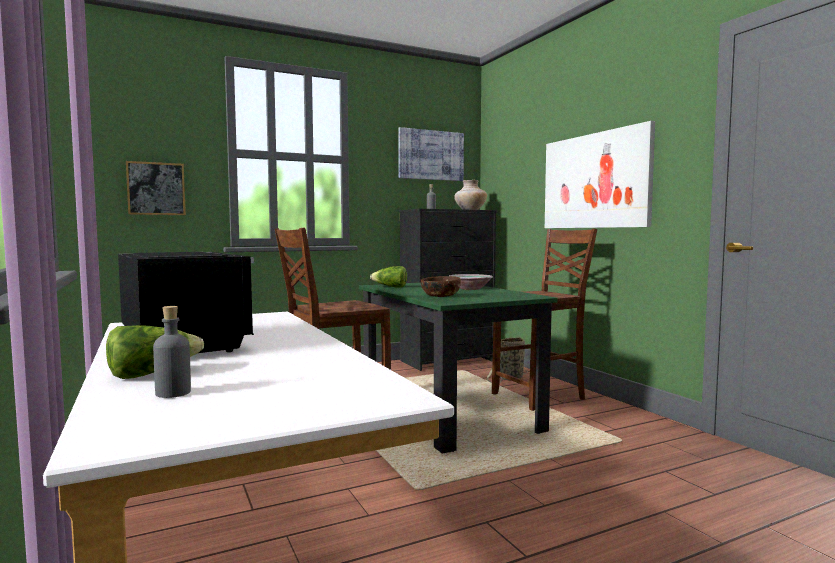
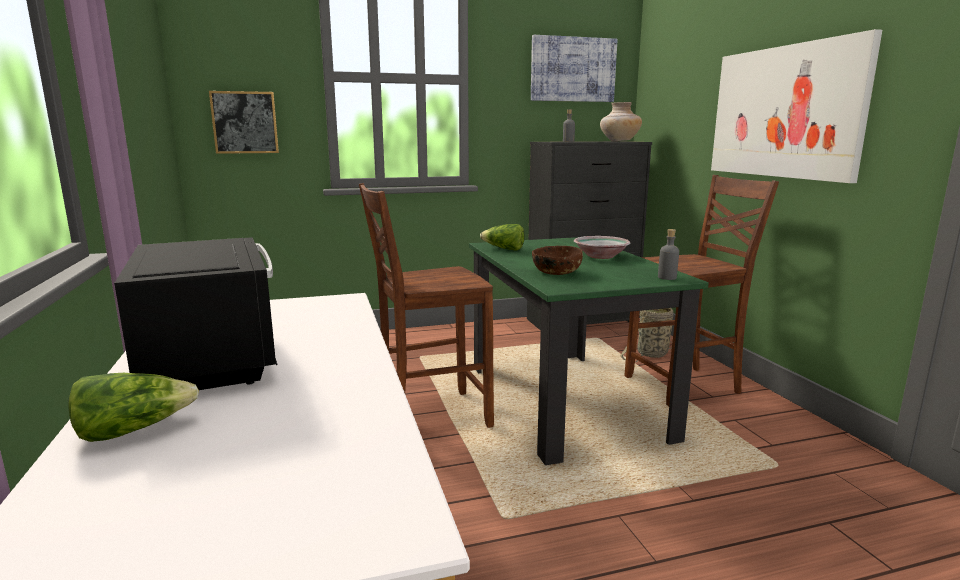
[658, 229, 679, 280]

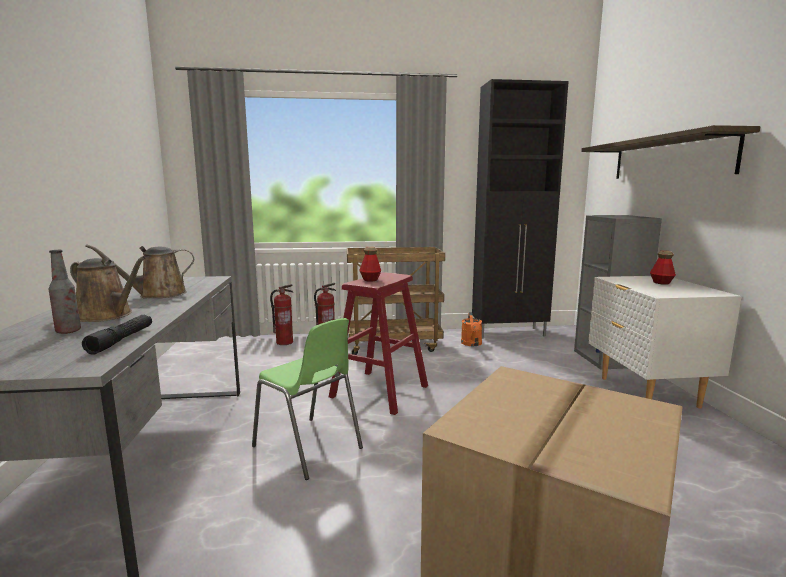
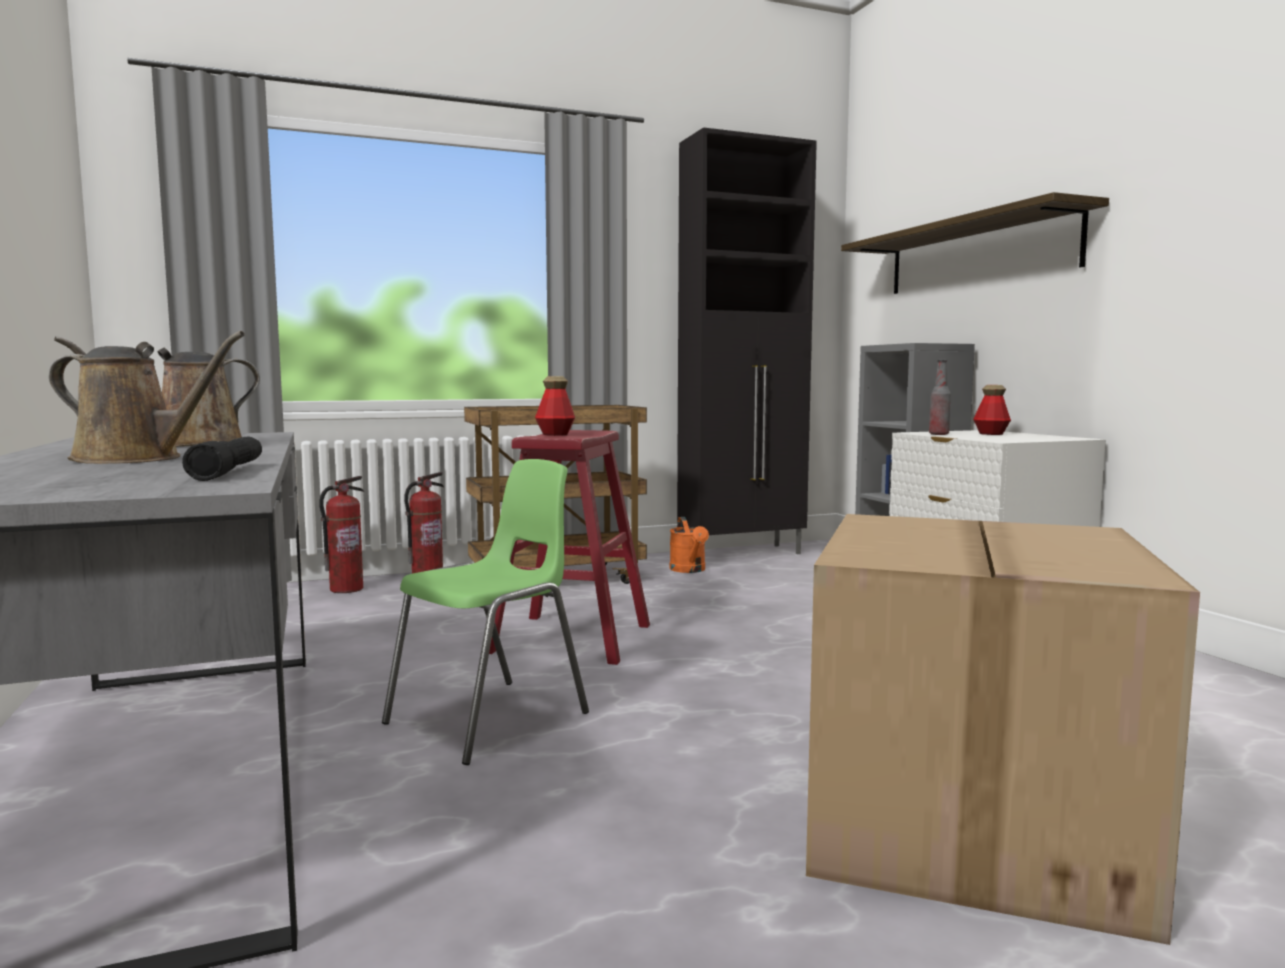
[929, 360, 951, 435]
[382, 459, 589, 765]

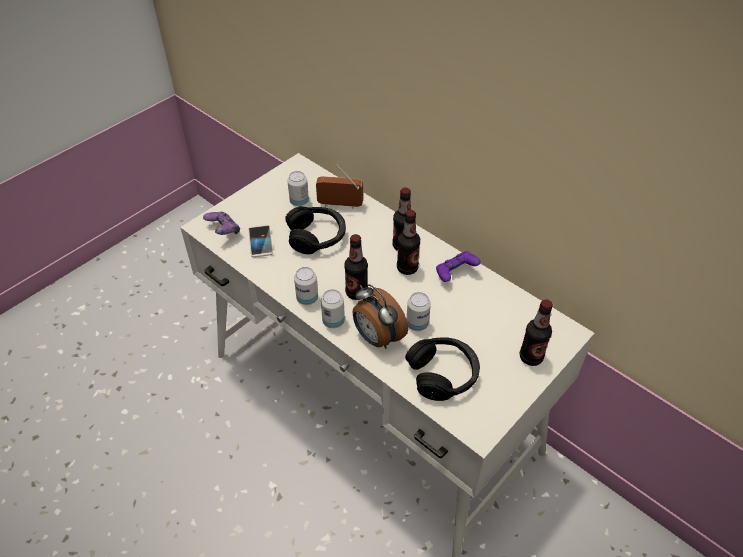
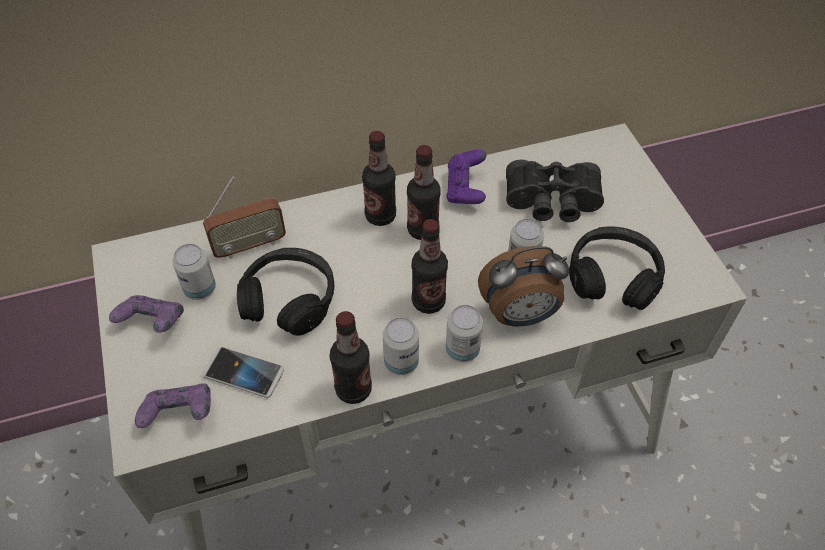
[203, 177, 286, 259]
[330, 311, 372, 404]
[109, 295, 184, 332]
[506, 160, 604, 222]

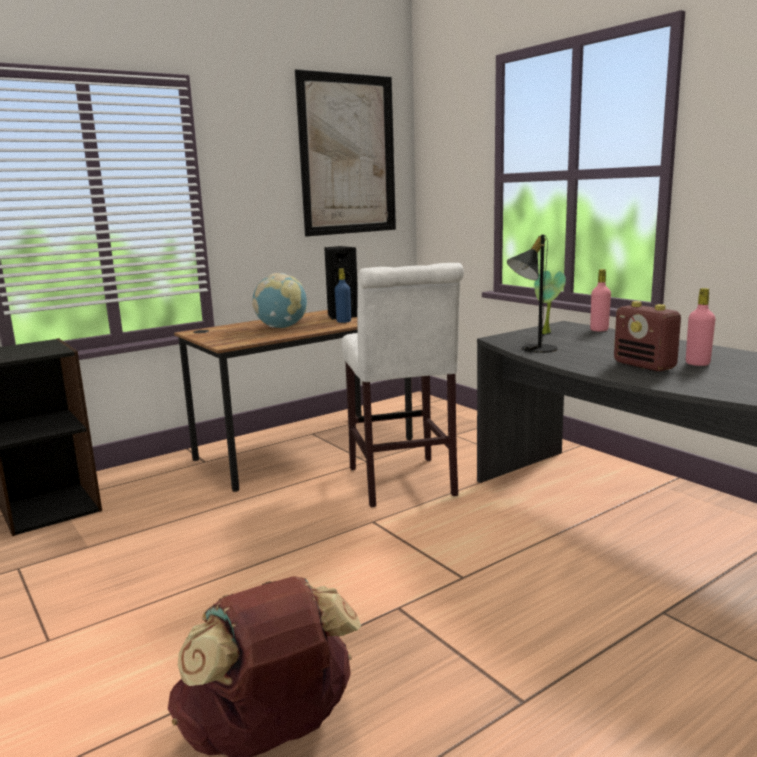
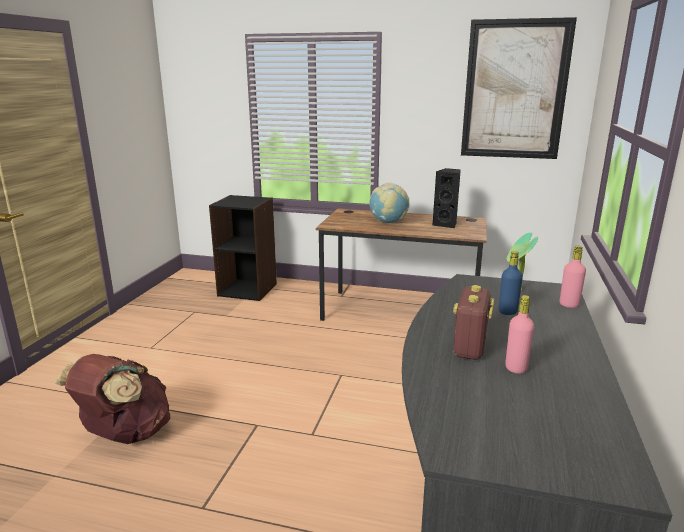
[499, 251, 523, 315]
[342, 263, 464, 507] (first image)
[507, 234, 558, 353] (first image)

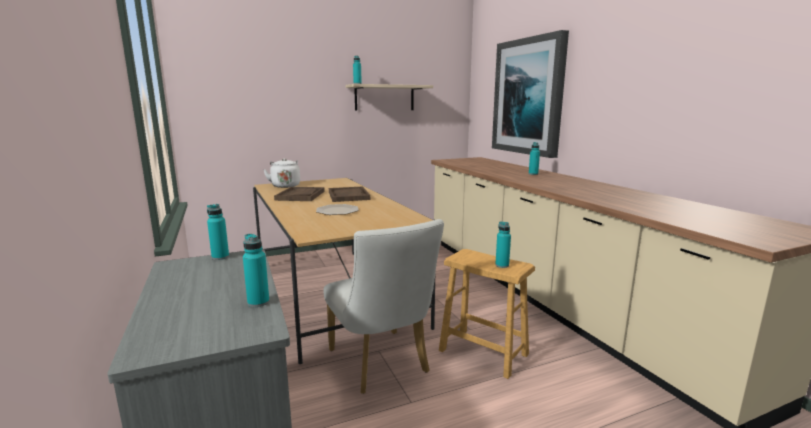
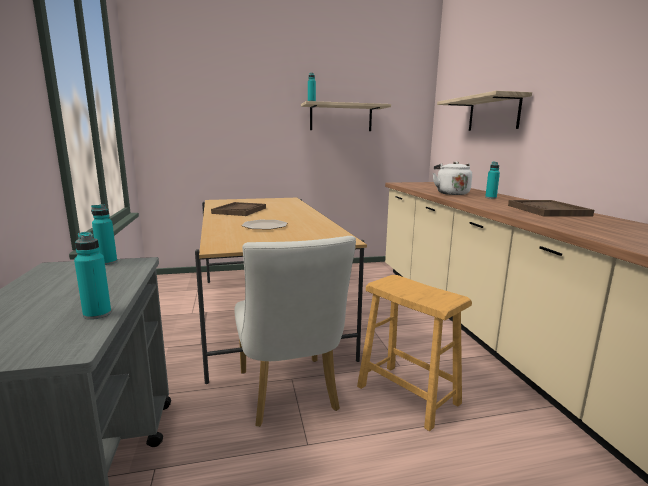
[432, 161, 472, 195]
[508, 200, 594, 217]
[437, 91, 532, 131]
[495, 222, 511, 268] (first image)

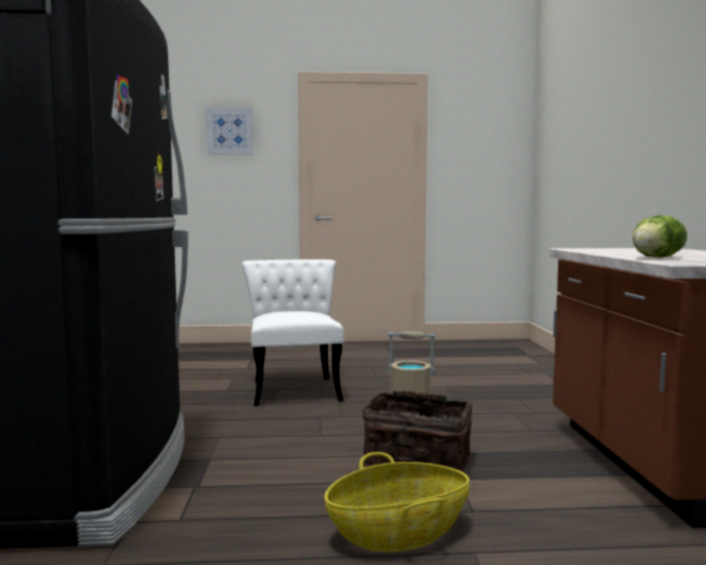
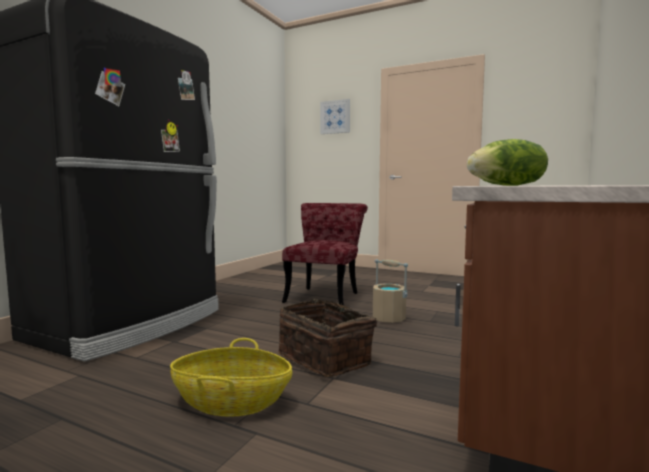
[282, 203, 368, 305]

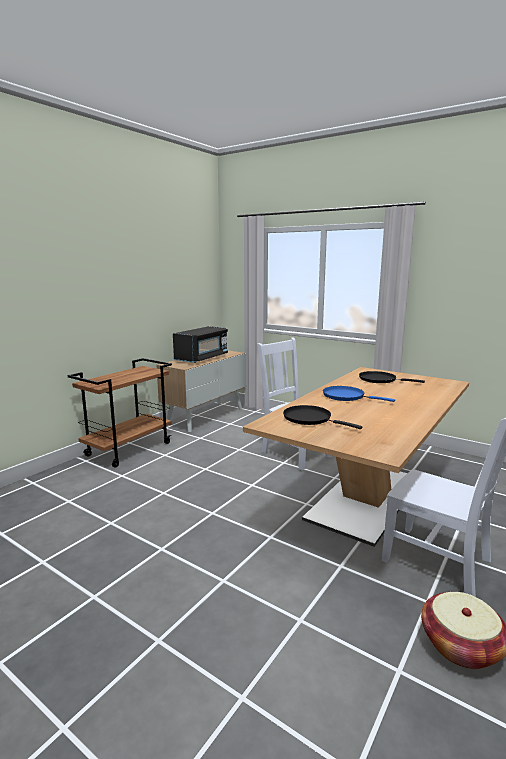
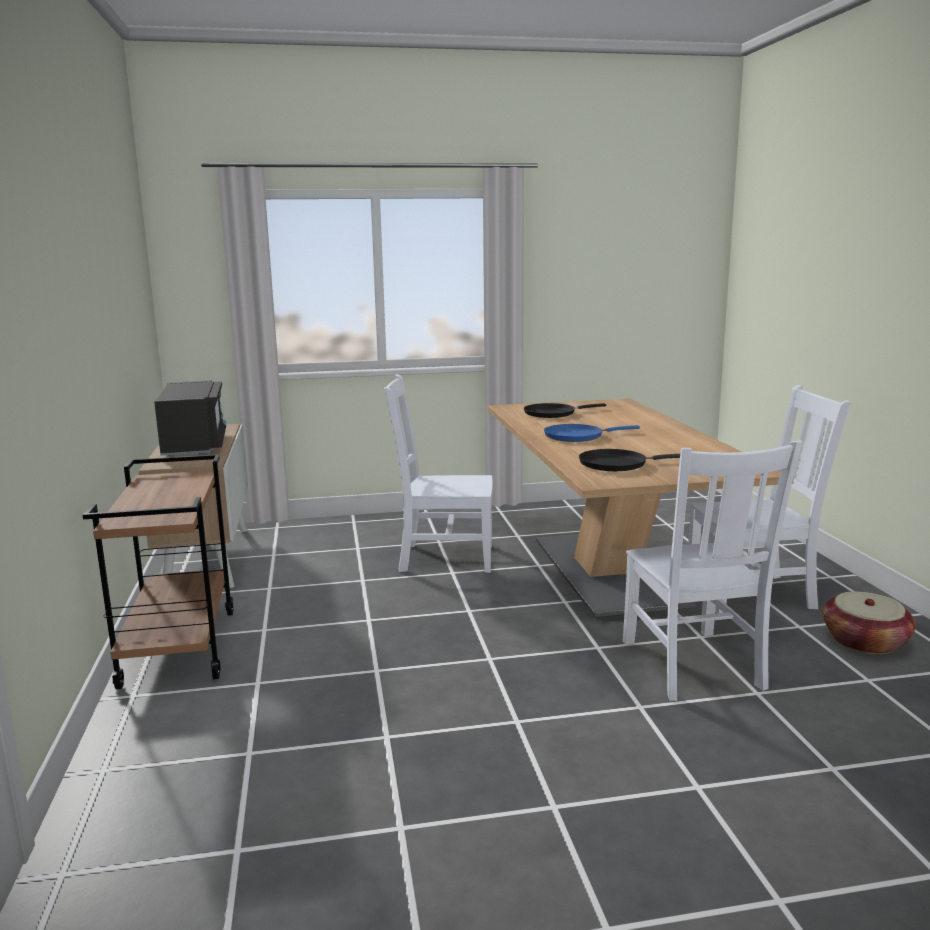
[623, 441, 802, 701]

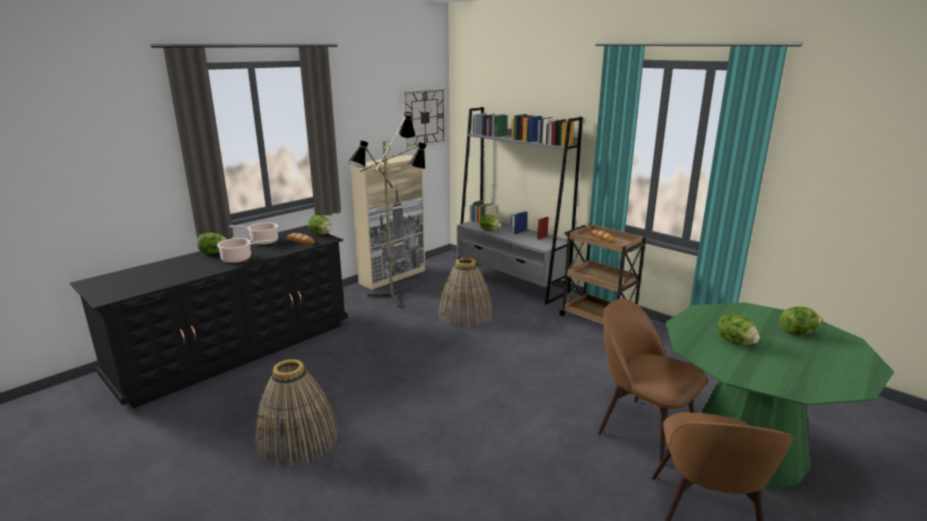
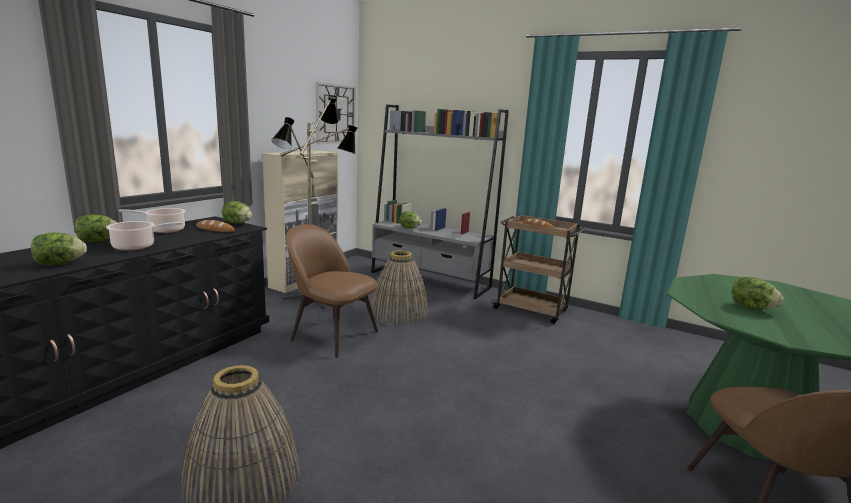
[286, 224, 378, 358]
[31, 232, 87, 265]

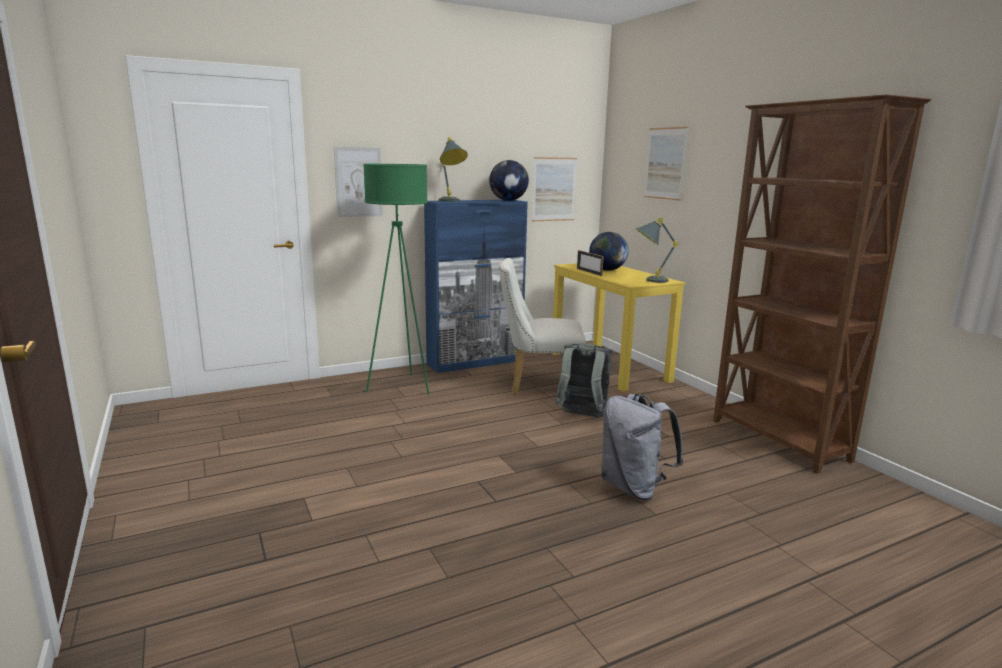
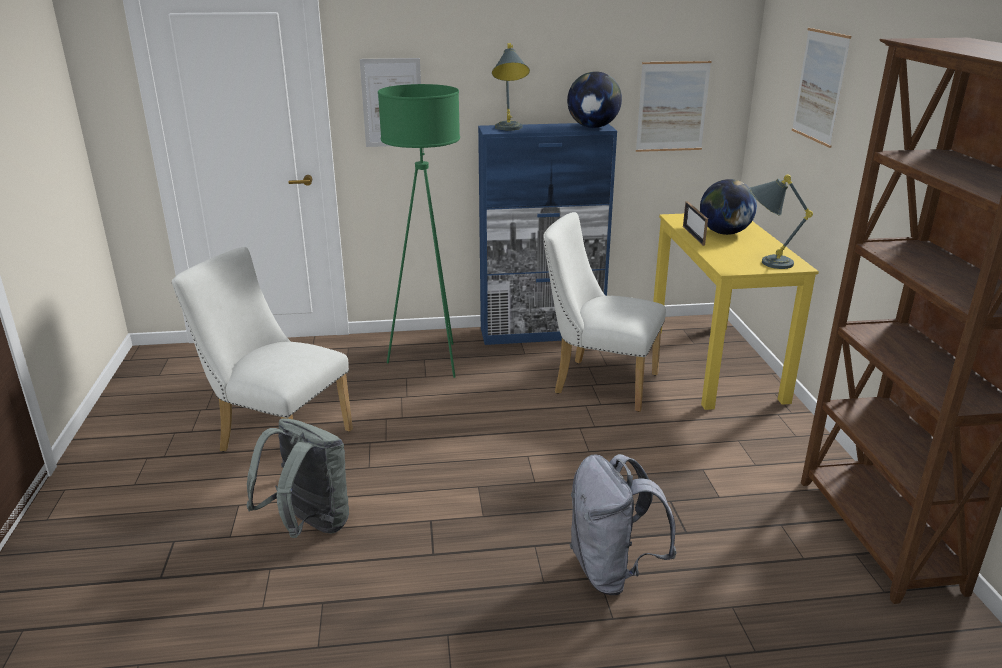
[246, 418, 349, 538]
[172, 247, 353, 452]

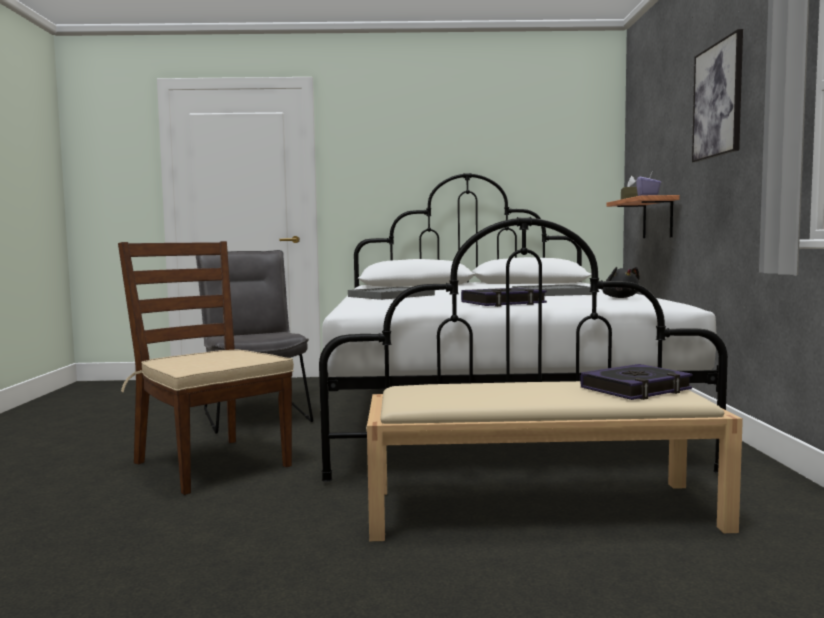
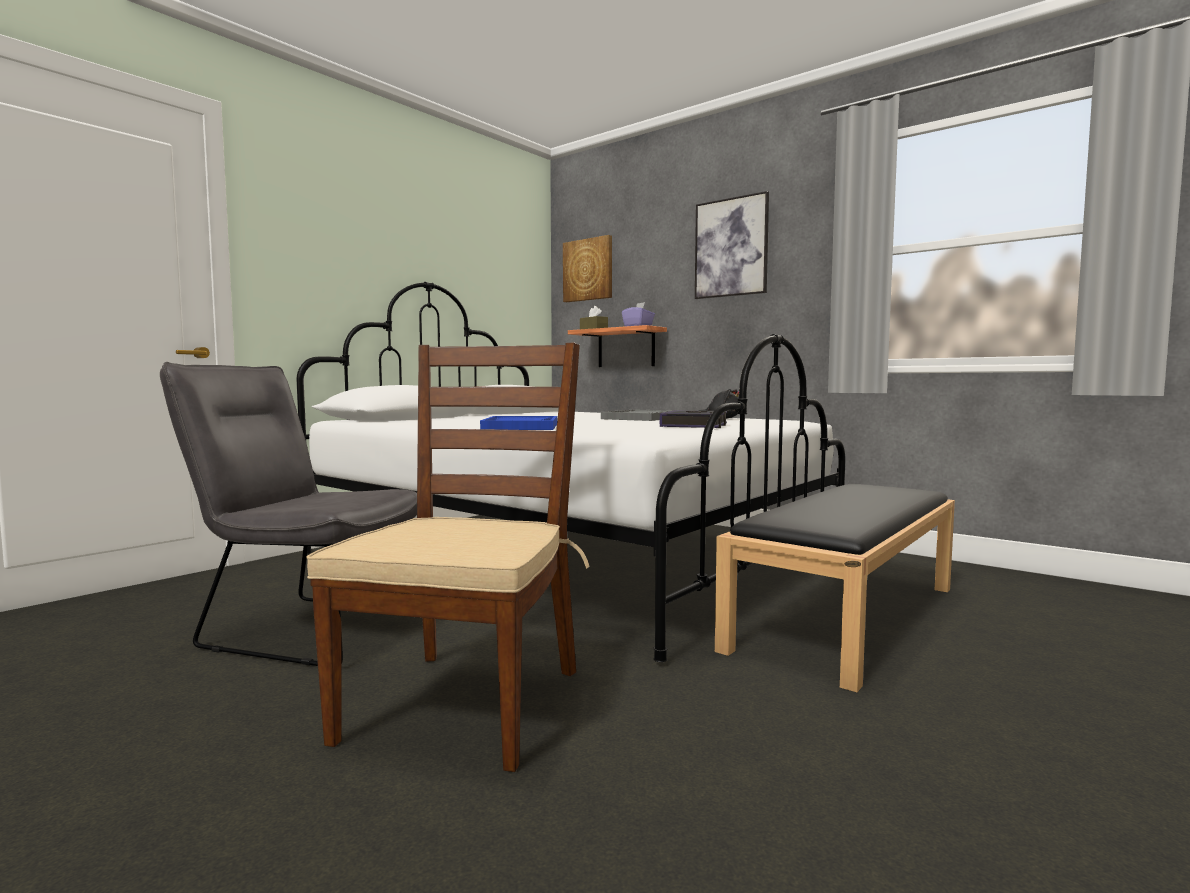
[306, 343, 589, 772]
[480, 416, 557, 430]
[715, 484, 955, 692]
[581, 364, 693, 400] (first image)
[563, 235, 612, 302]

